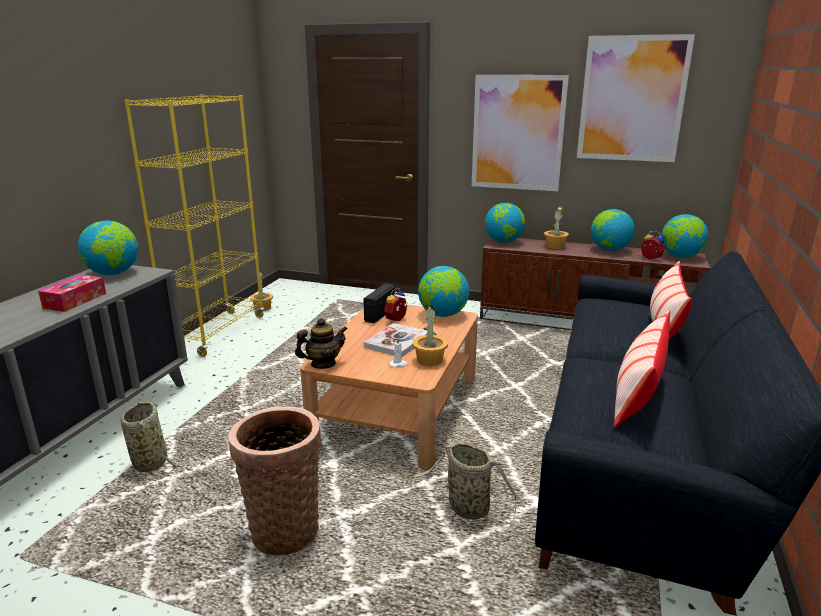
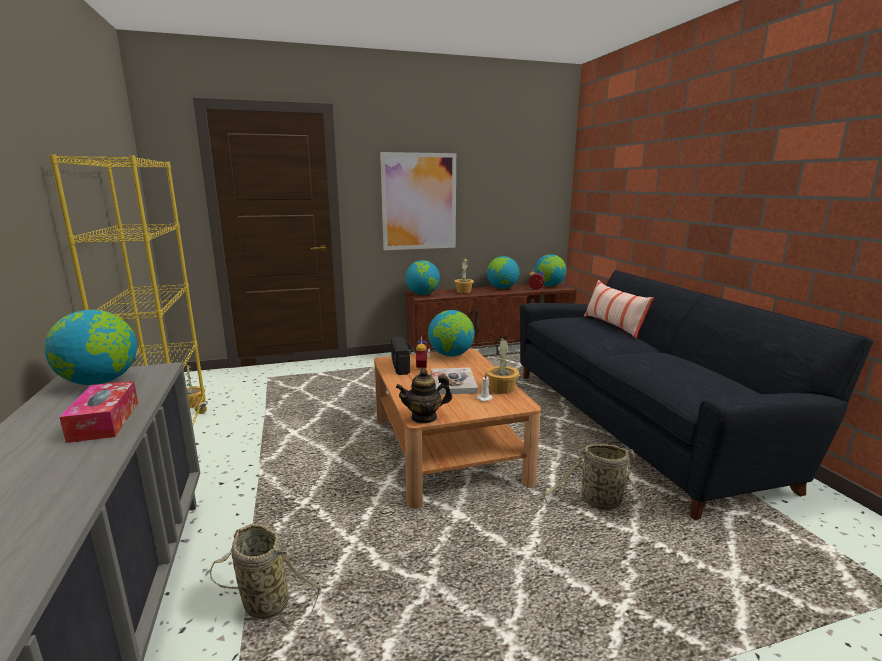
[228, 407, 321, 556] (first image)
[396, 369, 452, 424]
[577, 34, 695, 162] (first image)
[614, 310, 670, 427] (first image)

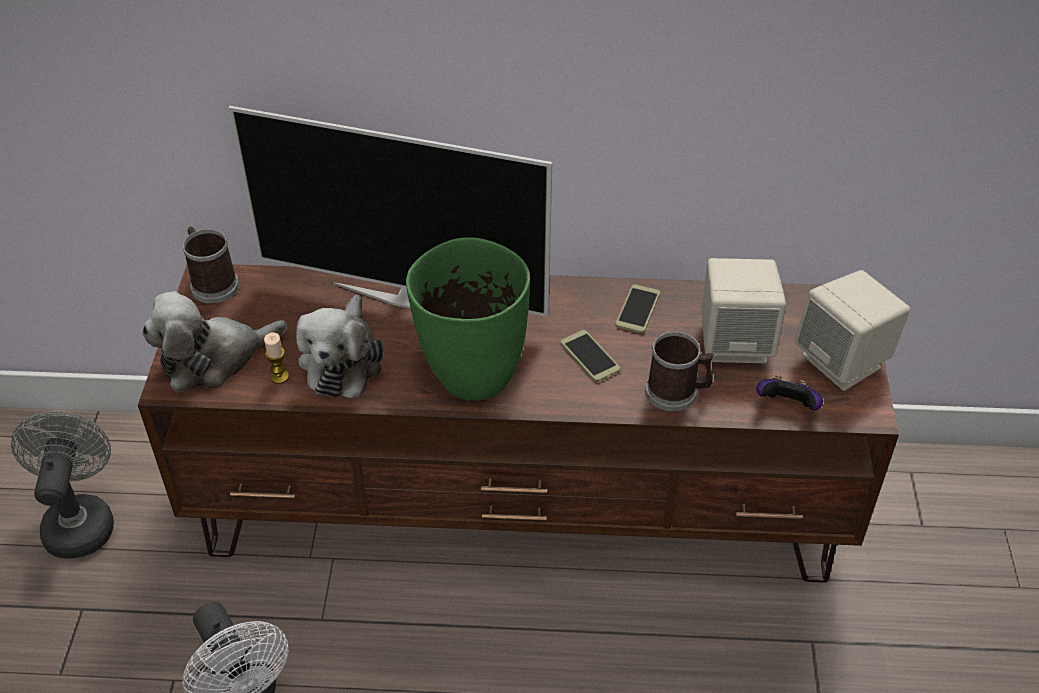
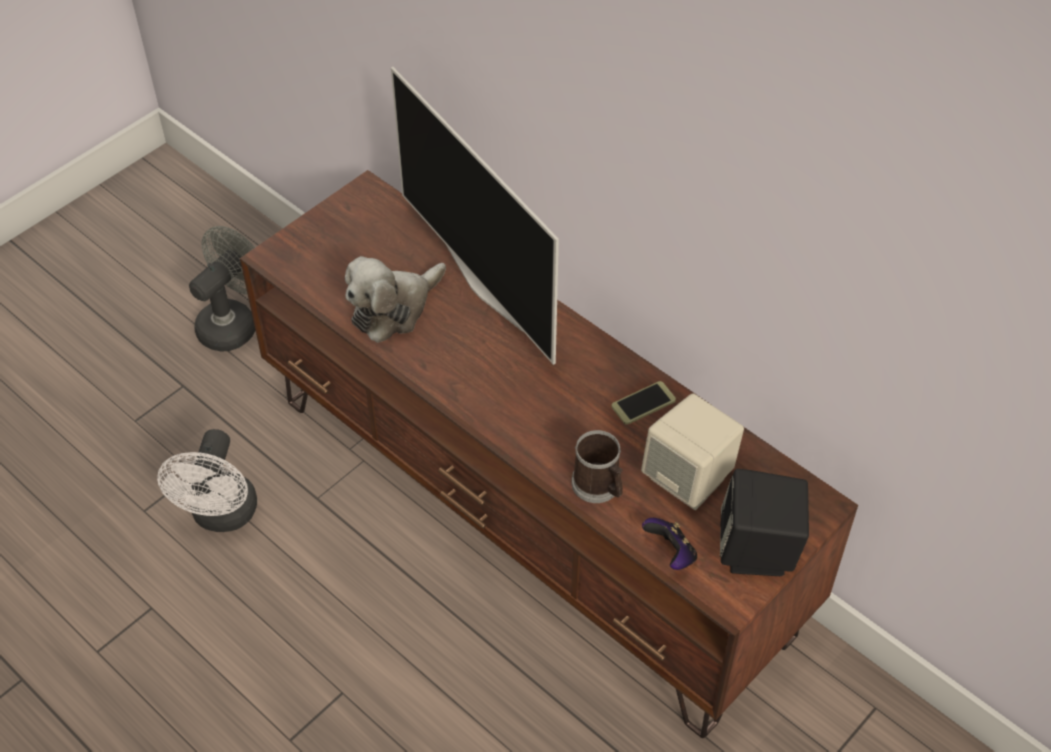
[142, 291, 287, 392] (first image)
[183, 227, 239, 304] (first image)
[264, 332, 289, 384] (first image)
[406, 237, 530, 401] (first image)
[561, 330, 620, 382] (first image)
[720, 469, 809, 576]

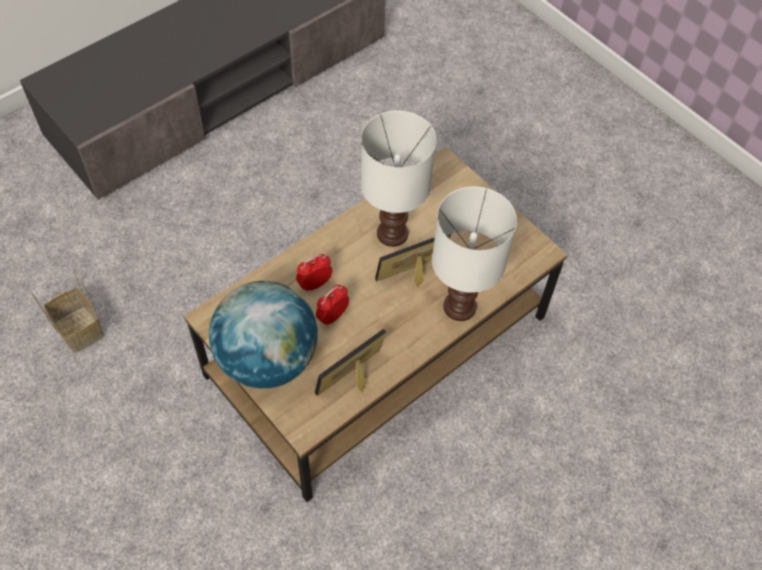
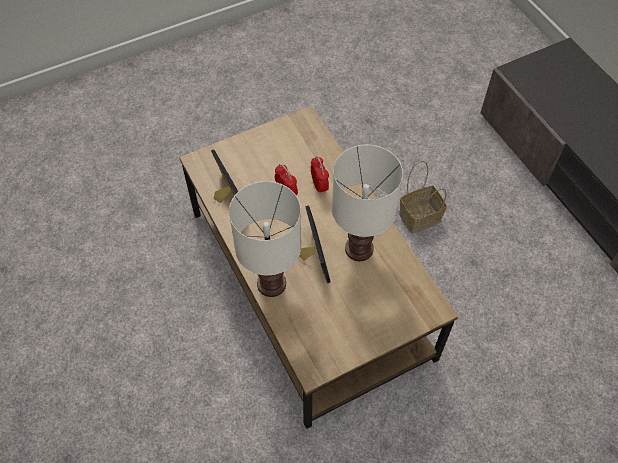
[399, 161, 447, 234]
[209, 281, 318, 389] (first image)

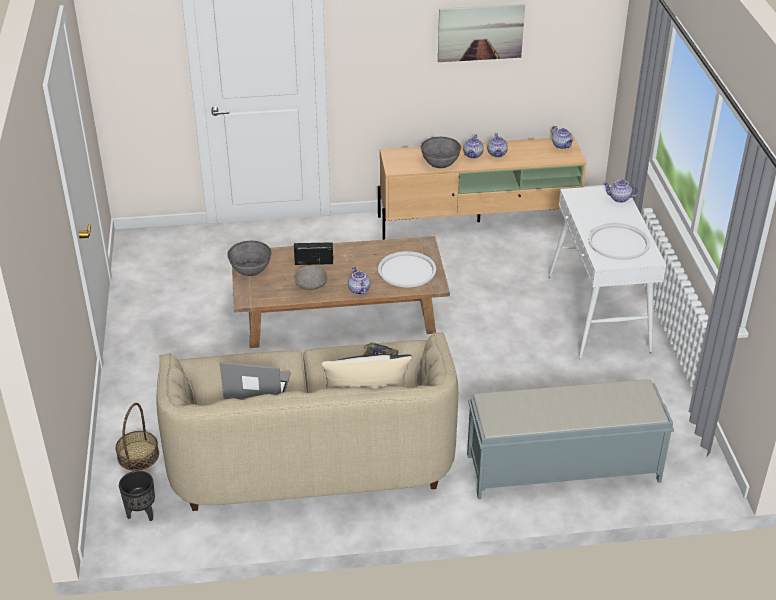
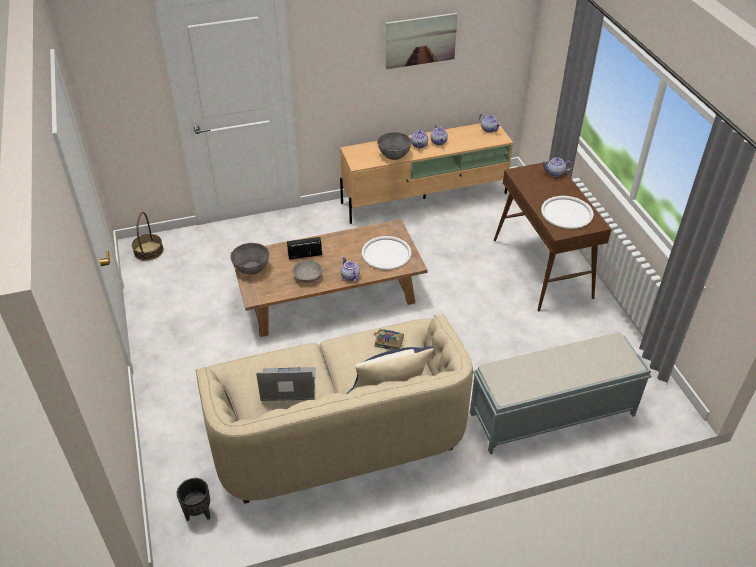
[132, 212, 163, 260]
[494, 162, 611, 311]

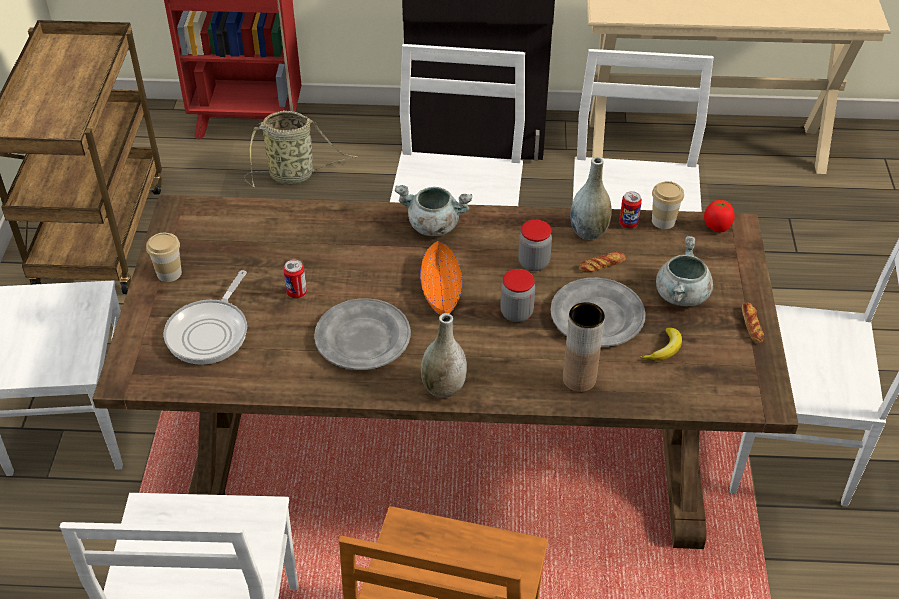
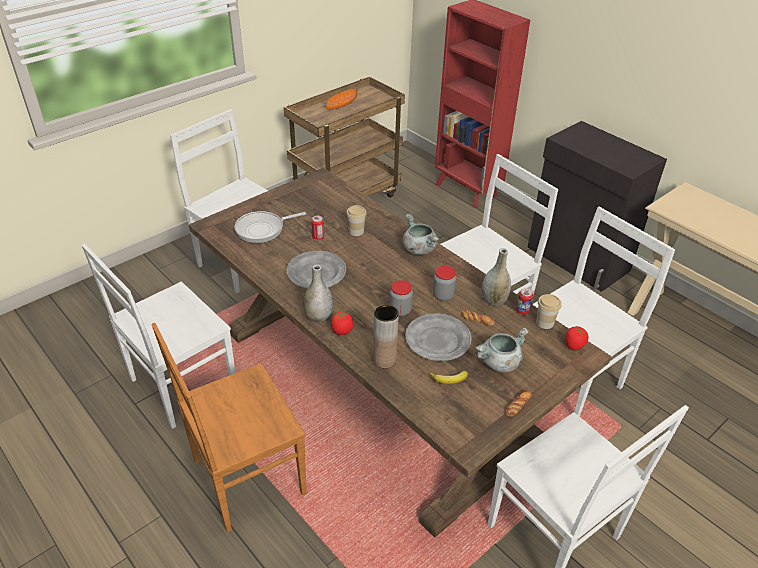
[346, 205, 367, 236]
[245, 111, 357, 188] (first image)
[325, 89, 357, 110]
[331, 311, 353, 335]

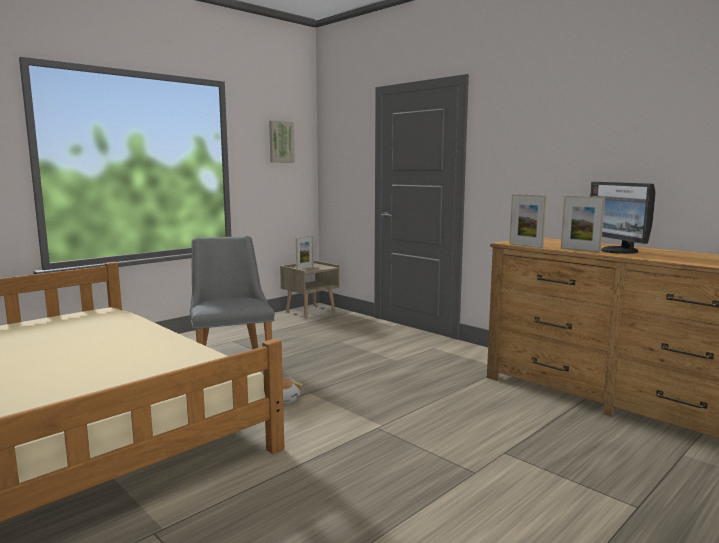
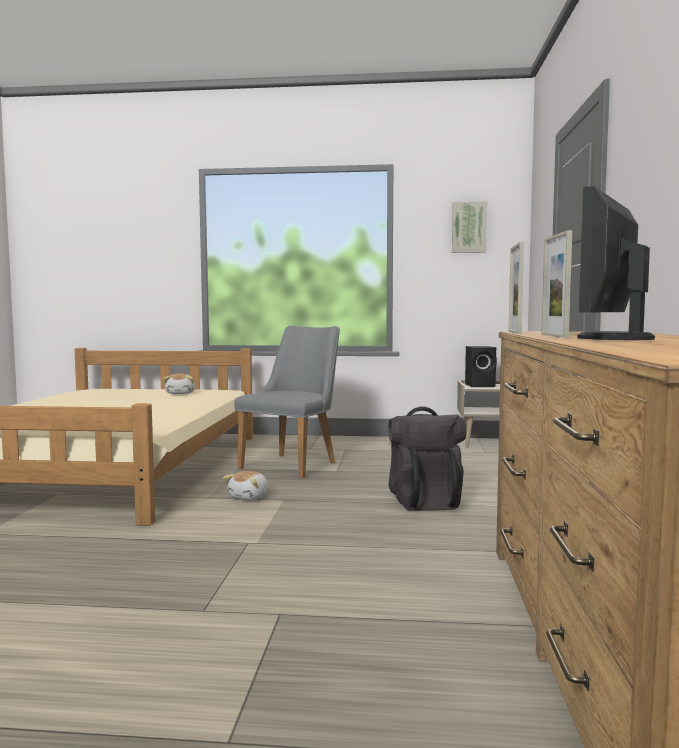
[465, 346, 497, 387]
[163, 373, 195, 394]
[388, 406, 466, 511]

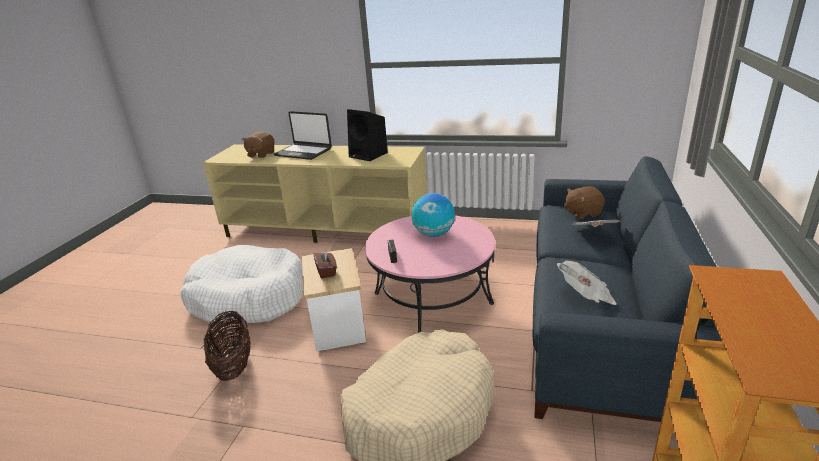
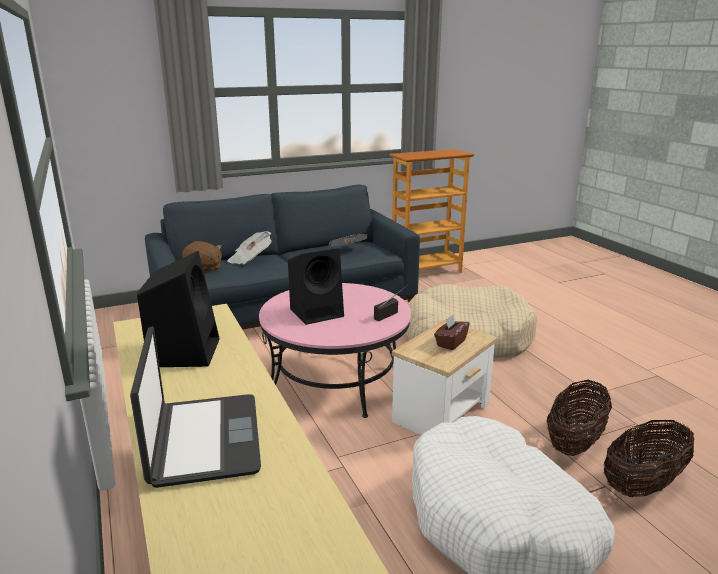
[242, 131, 275, 158] (first image)
[288, 248, 344, 325]
[604, 420, 694, 497]

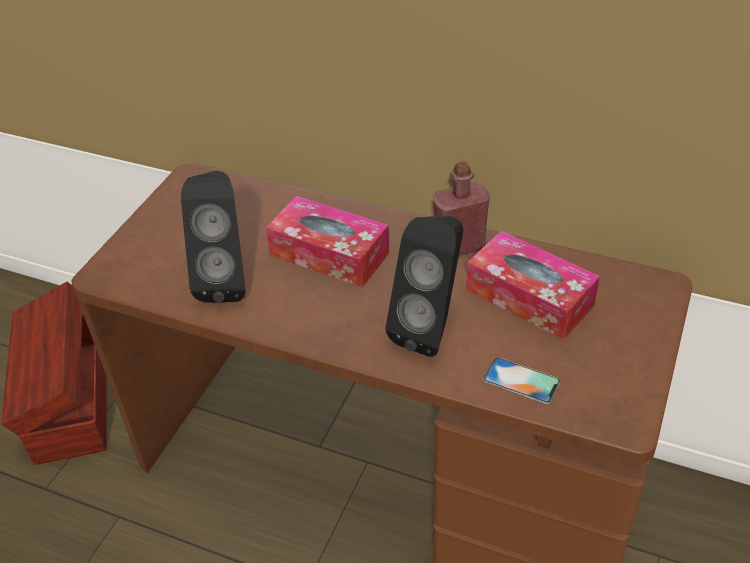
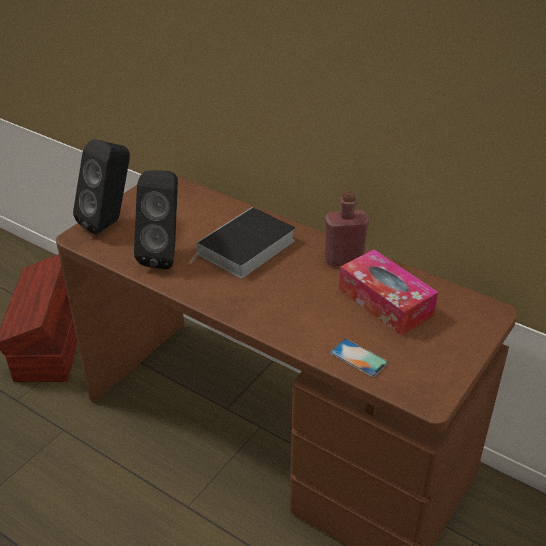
[189, 207, 295, 278]
[73, 139, 130, 235]

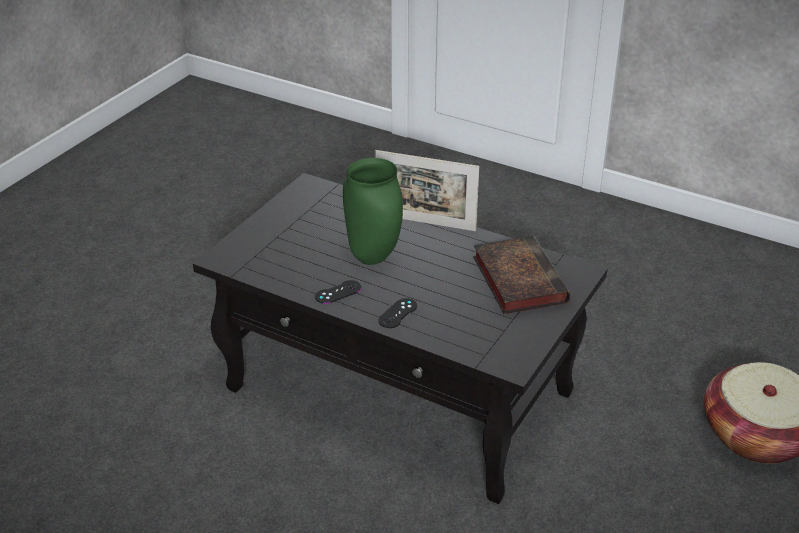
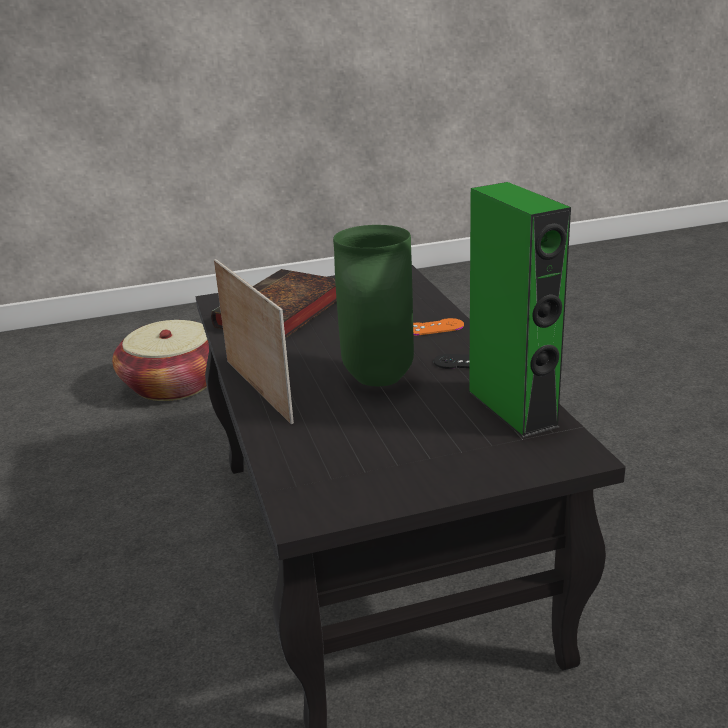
[413, 318, 464, 336]
[467, 182, 571, 438]

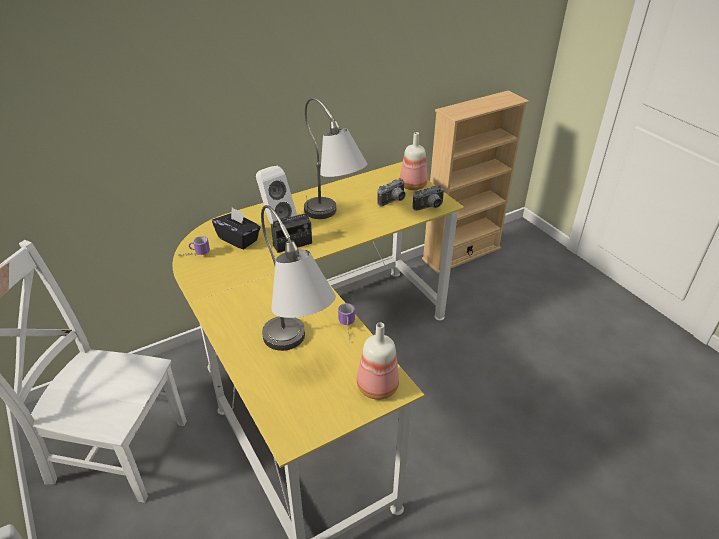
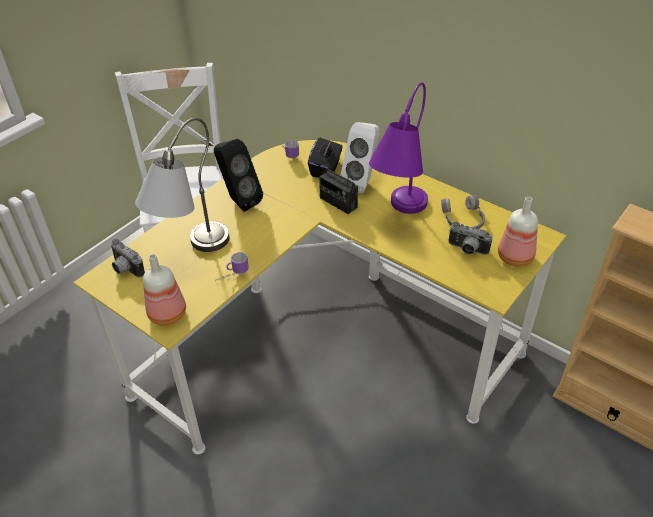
[369, 82, 428, 214]
[111, 239, 145, 278]
[214, 139, 263, 211]
[441, 195, 485, 229]

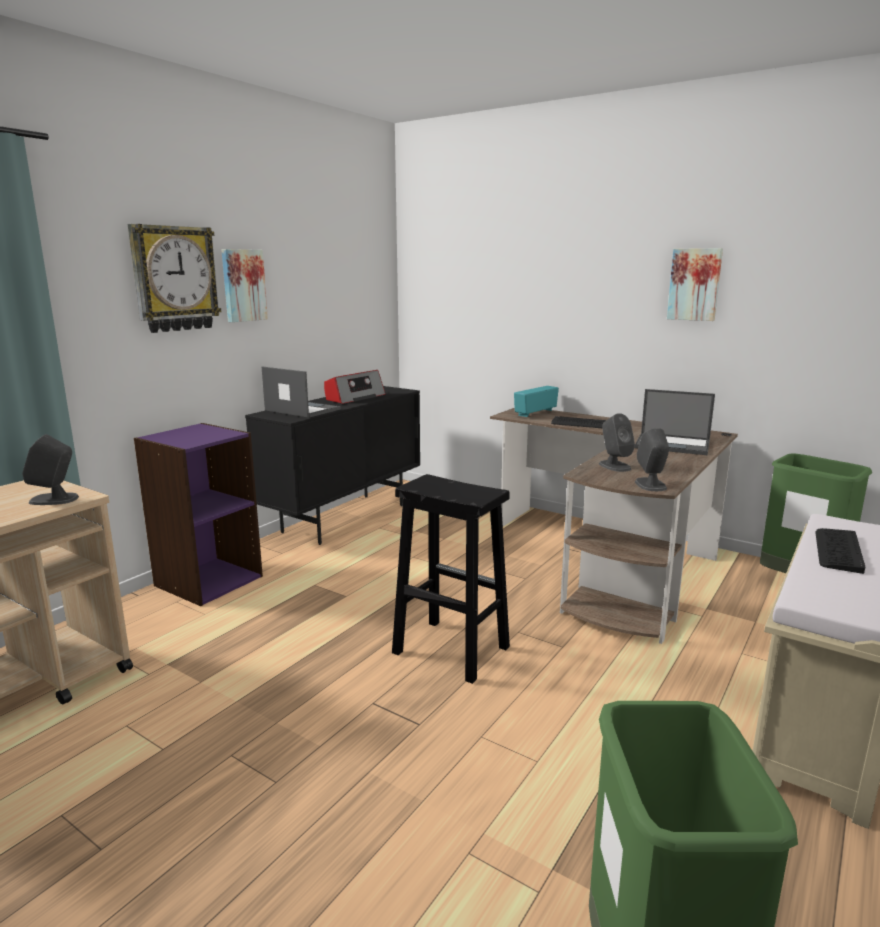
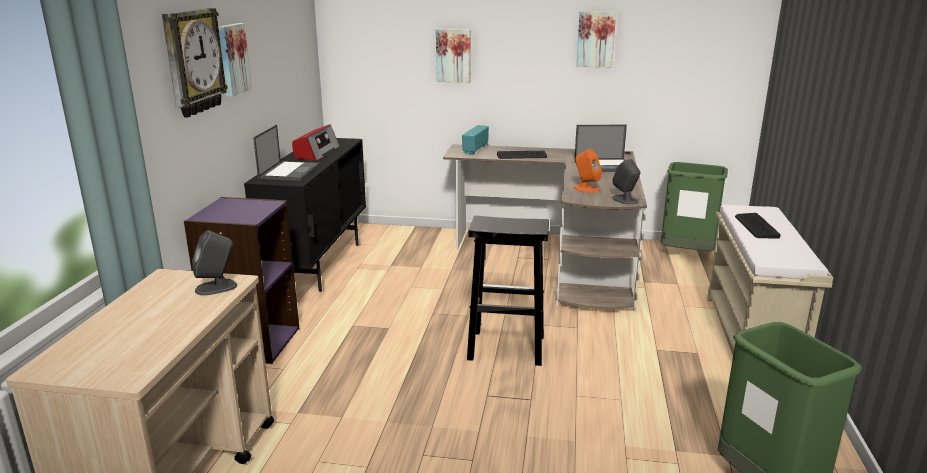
[253, 125, 320, 181]
[574, 149, 602, 193]
[436, 29, 471, 83]

